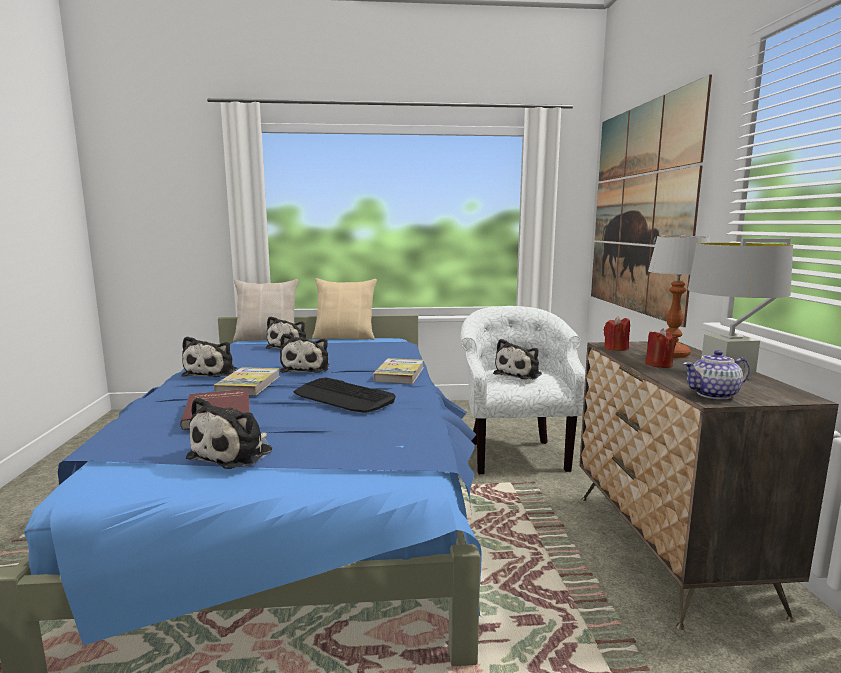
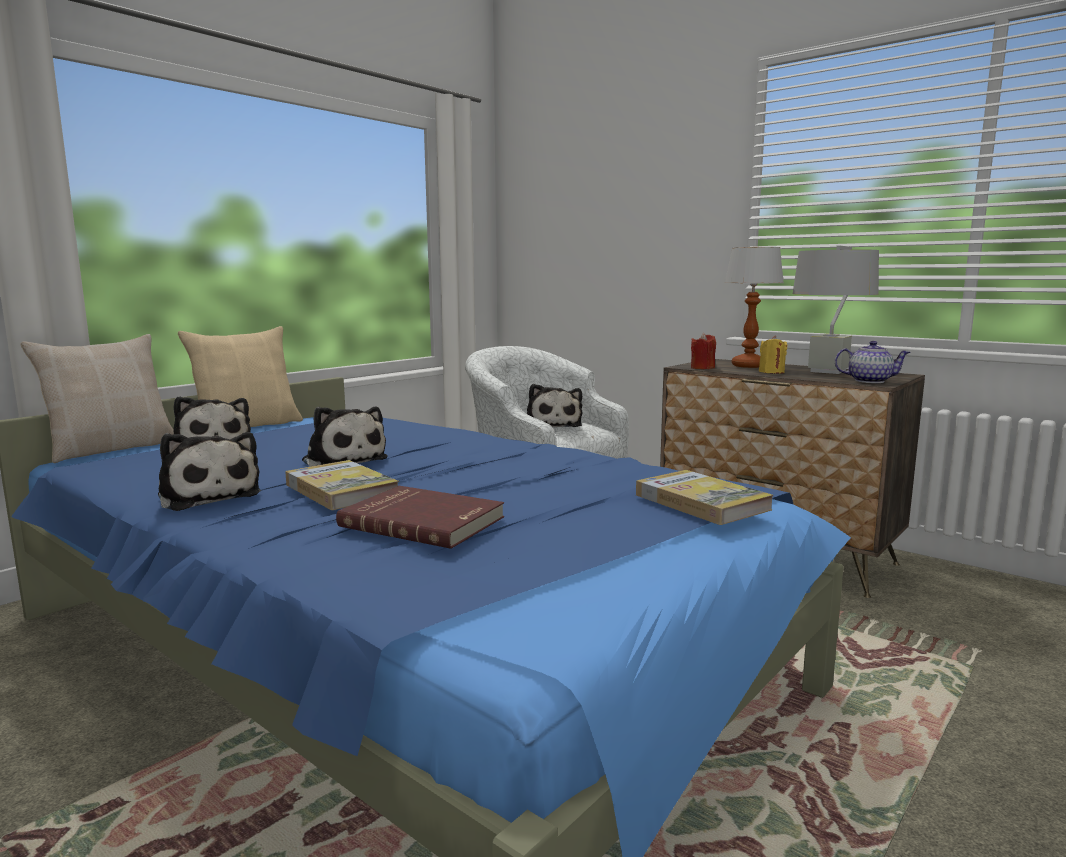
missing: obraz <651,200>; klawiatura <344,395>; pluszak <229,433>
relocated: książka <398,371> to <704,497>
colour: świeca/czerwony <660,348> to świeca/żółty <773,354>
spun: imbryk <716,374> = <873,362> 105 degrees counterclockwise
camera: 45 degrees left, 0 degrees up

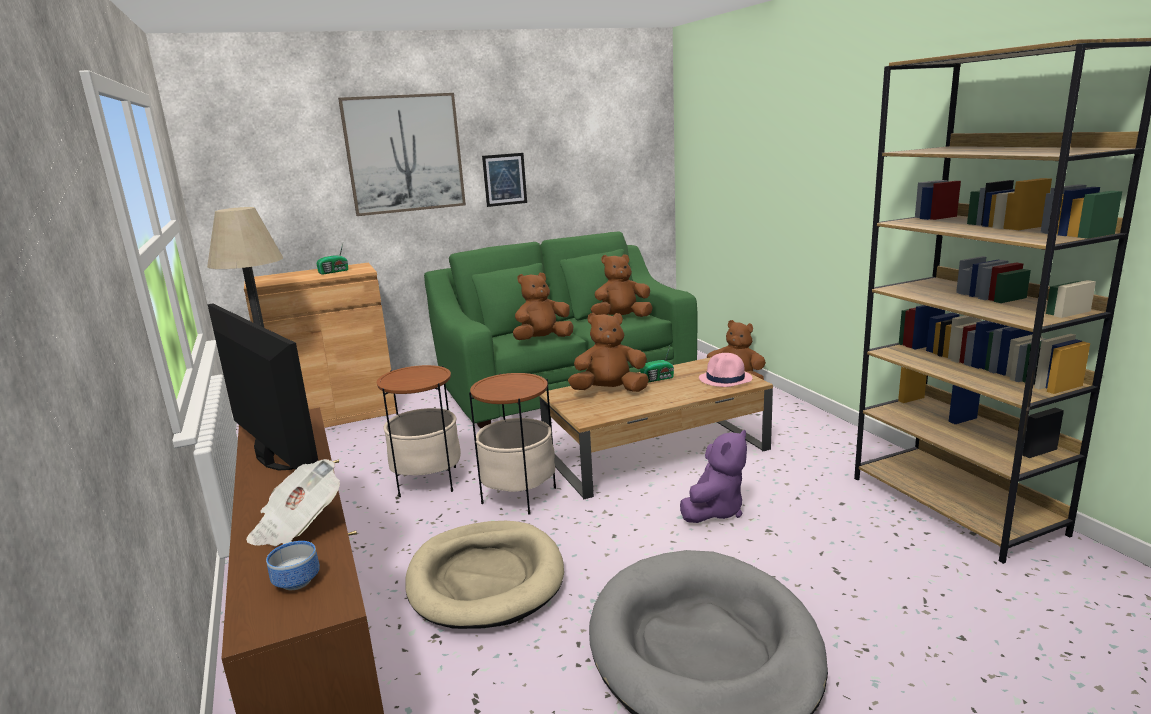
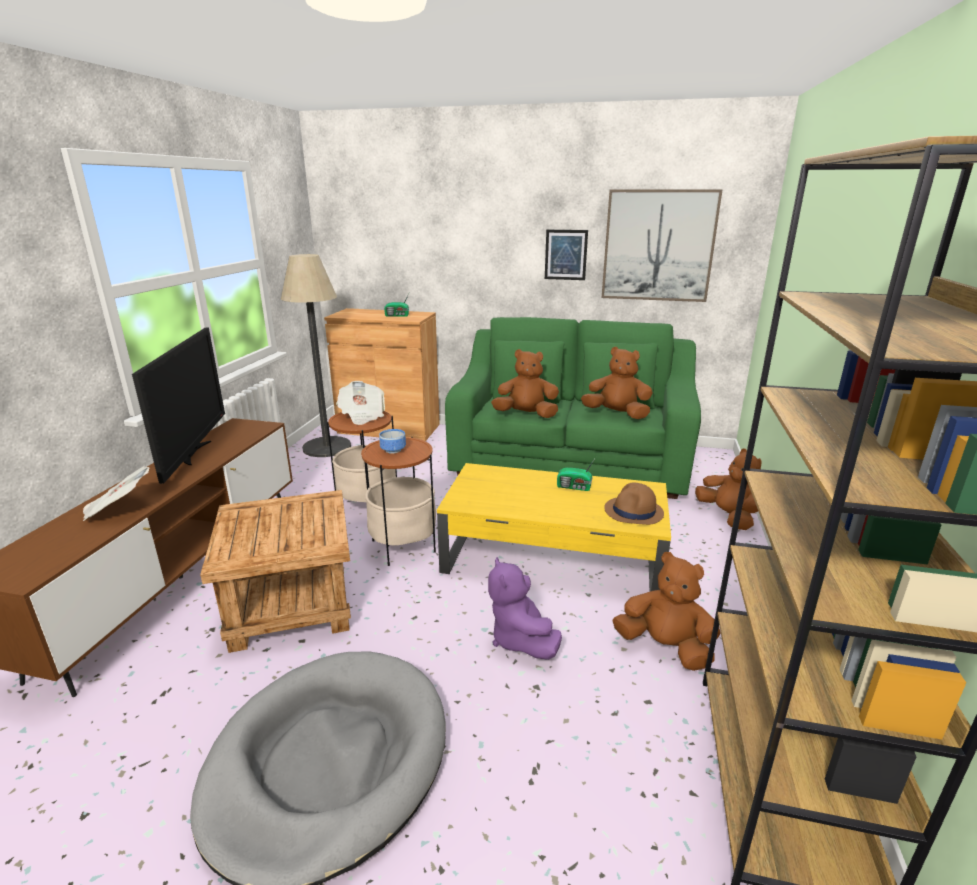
appeared: gazeta <360,403>
relocated: obraz <402,154> to <662,246>; pluszak/brązowy <608,352> to <666,611>; miska <293,565> to <392,441>
exchanged: legowisko/beżowy <484,575> to stolik/brązowy <275,571>
colour: kapelusz/różowy <725,370> to kapelusz/brązowy <634,504>; ława/brązowy <656,428> to ława/żółty <554,527>
spun: pluszak/fioletowy <713,476> = <525,608> 90 degrees clockwise
camera: 35 degrees right, 5 degrees up

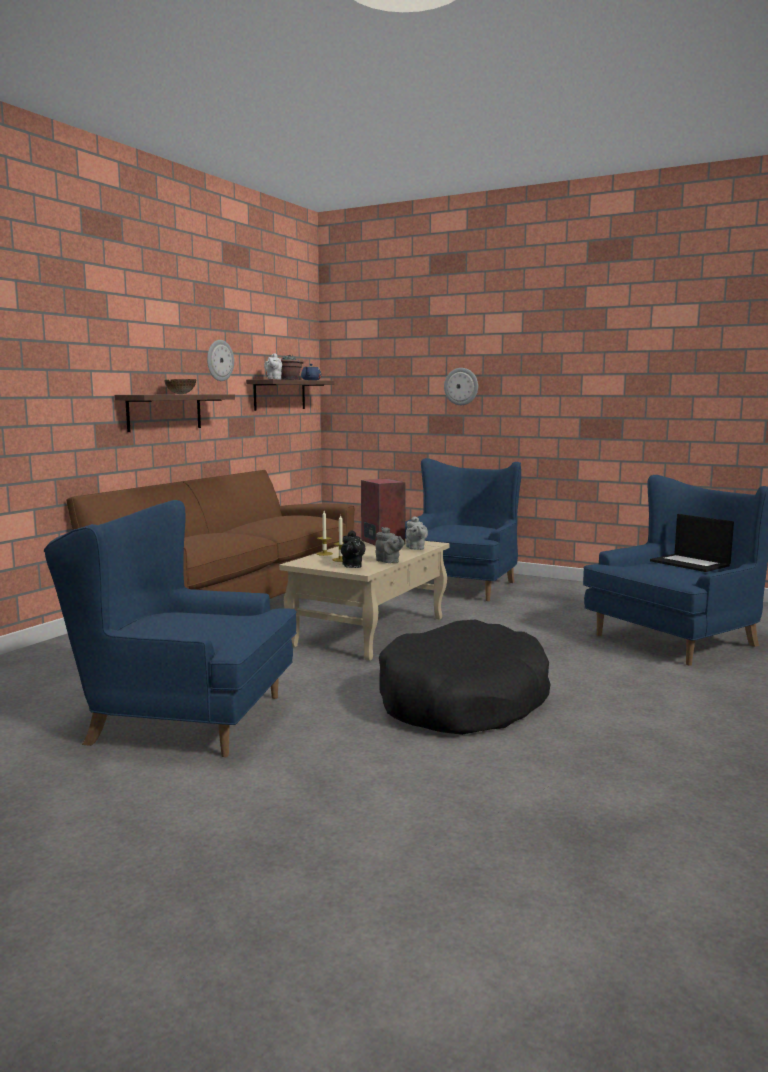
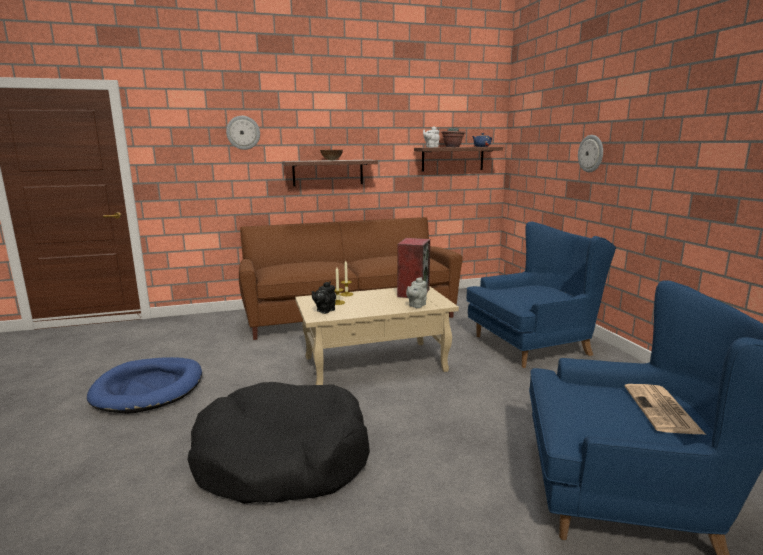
missing: imbryk/szary <390,545>
relocated: zegar ścienny <220,360> to <243,133>
exchanged: fotel/niebieski <170,628> to legowisko/niebieski <144,385>; laptop <692,543> to gazeta <665,409>
camera: 45 degrees right, 5 degrees up

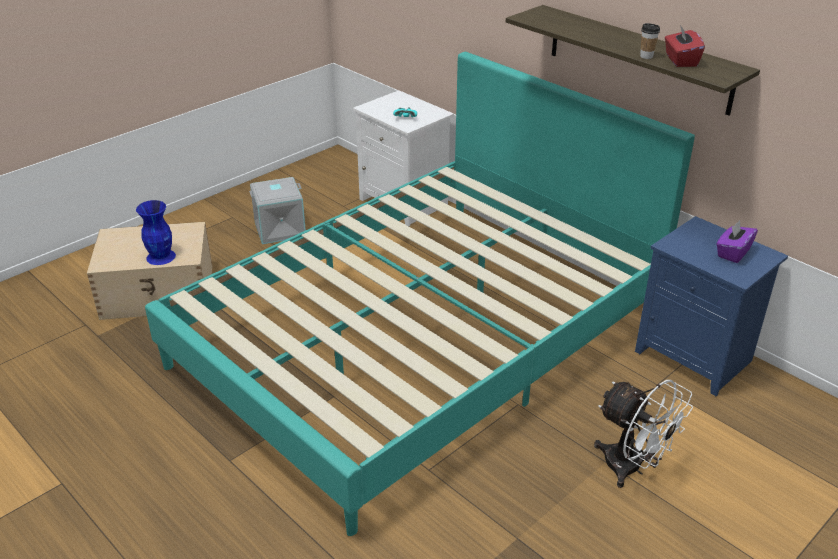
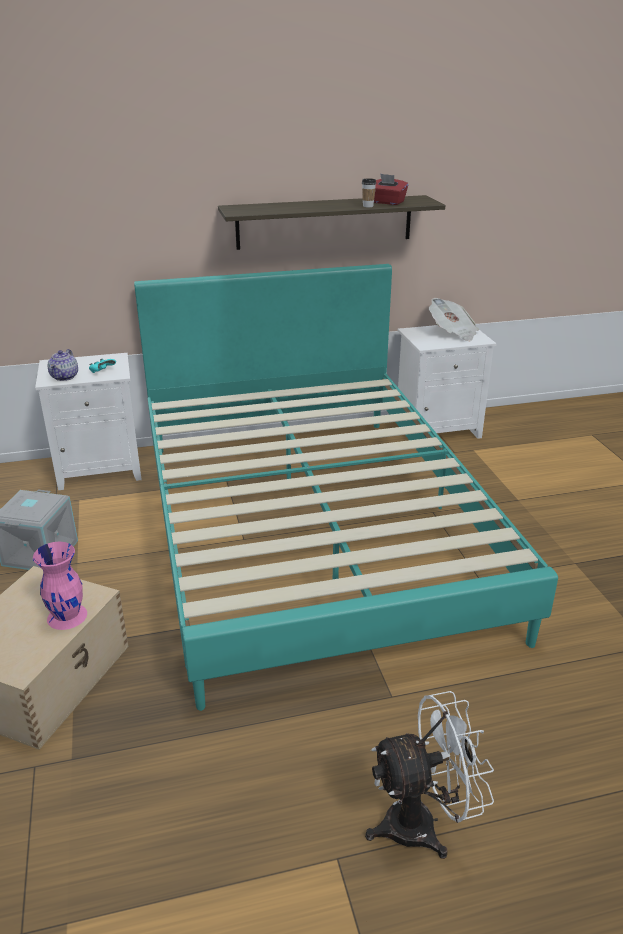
appeared: imbryk <63,365>
relocated: wentylator/biały <643,434> to <429,775>
exchanged: pudełko chusteczek/fioletowy <737,241> to gazeta <454,319>
colour: wazon/niebieski <156,232> to wazon/różowy <60,586>; szafka nocna/niebieski <711,306> to szafka nocna/biały <447,382>
camera: 60 degrees left, 5 degrees down

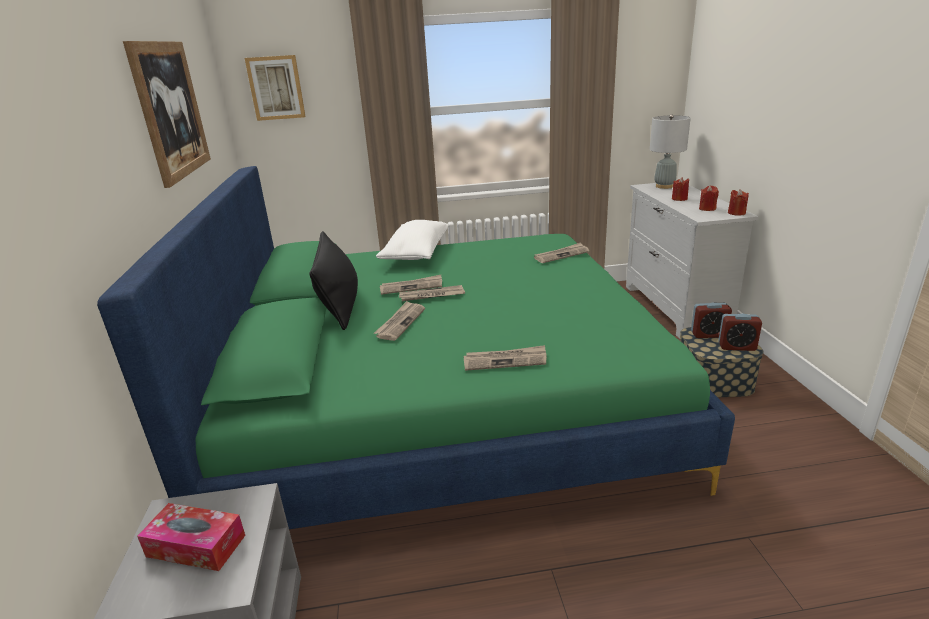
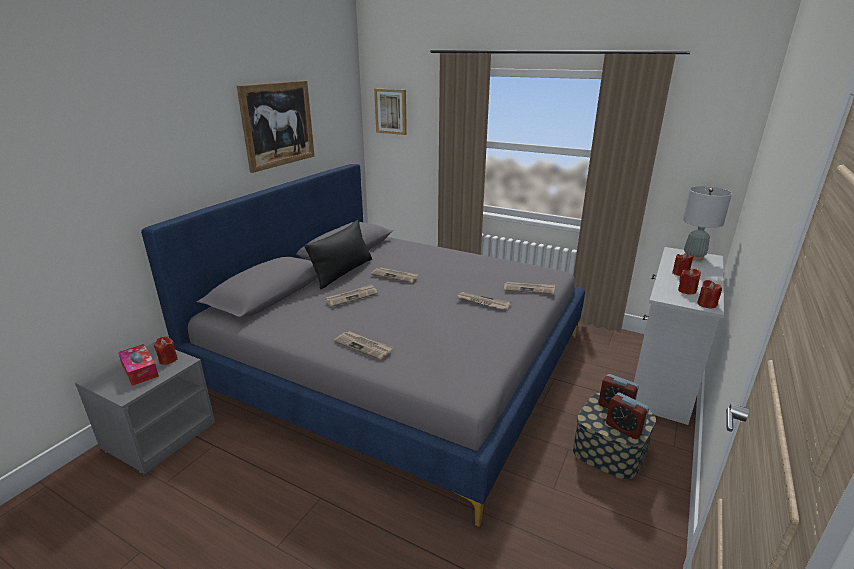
missing: poduszka/biały <412,240>
appeared: świeca/czerwony <166,350>
relocated: gazeta <432,293> to <484,301>
colour: łóżko/zielony <416,347> to łóżko/szary <363,345>
camera: 35 degrees right, 0 degrees up

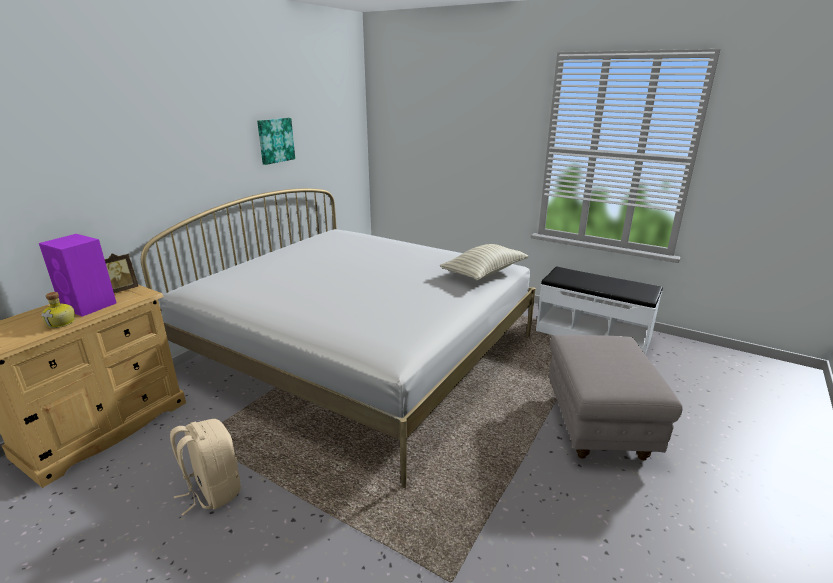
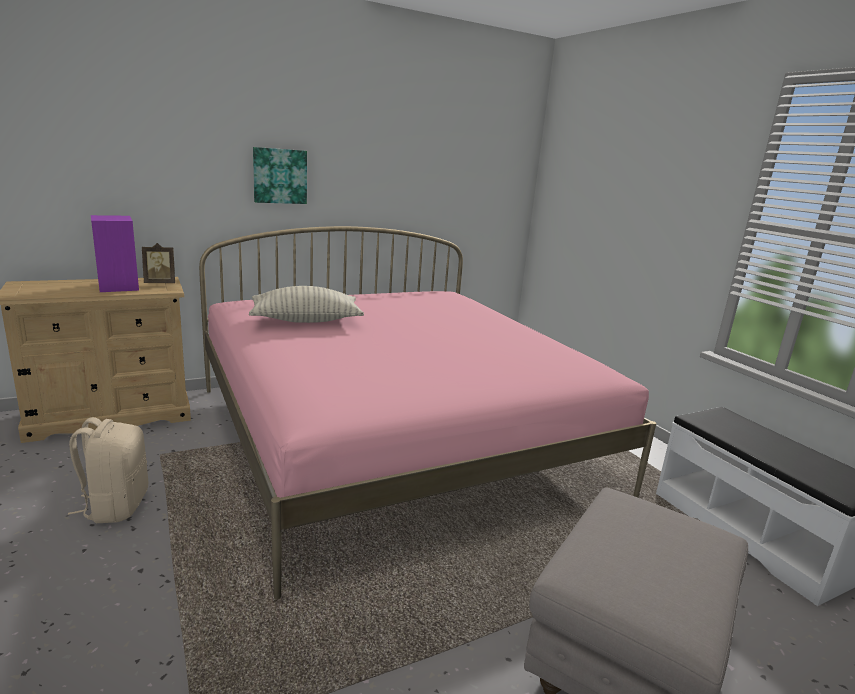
missing: butelka <58,310>
relocated: obraz <276,141> to <280,175>; poduszka <484,262> to <306,304>
colour: łóżko/biały <338,338> to łóżko/różowy <427,413>
camera: 30 degrees right, 5 degrees down

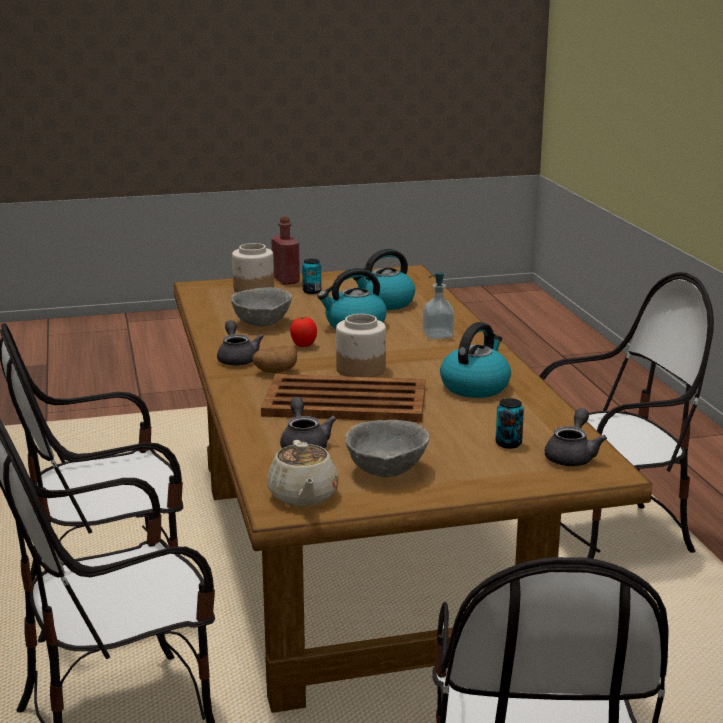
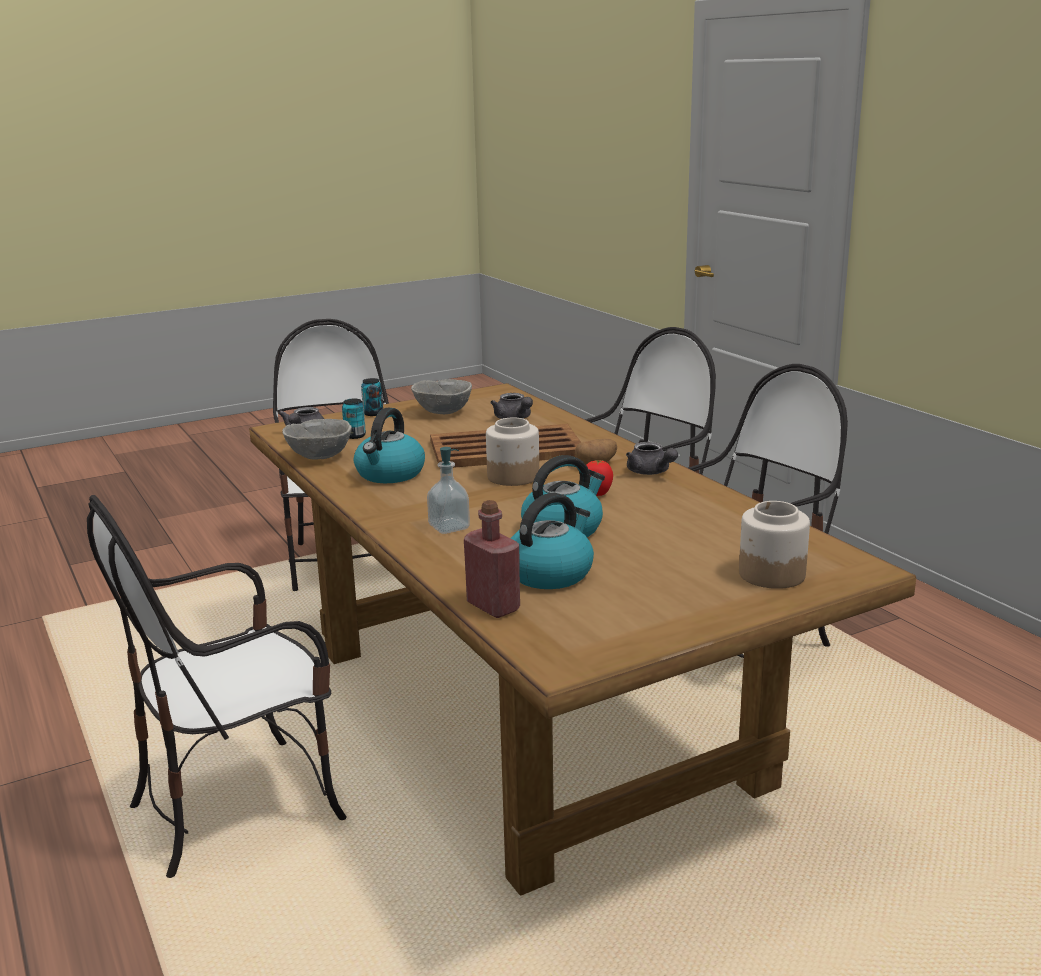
missing: imbryk/beżowy <303,473>
relocated: butelka/czerwony <285,250> to <492,559>; puszka <312,276> to <372,397>; miska/szary <261,307> to <317,439>
camera: 165 degrees right, 0 degrees up

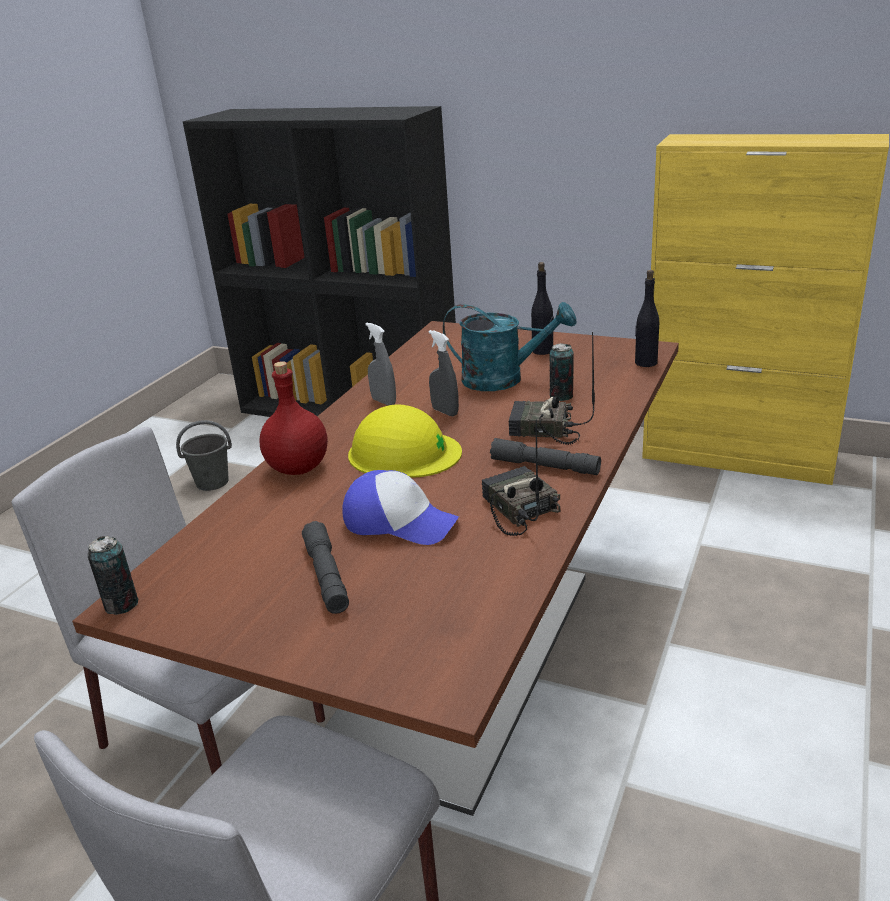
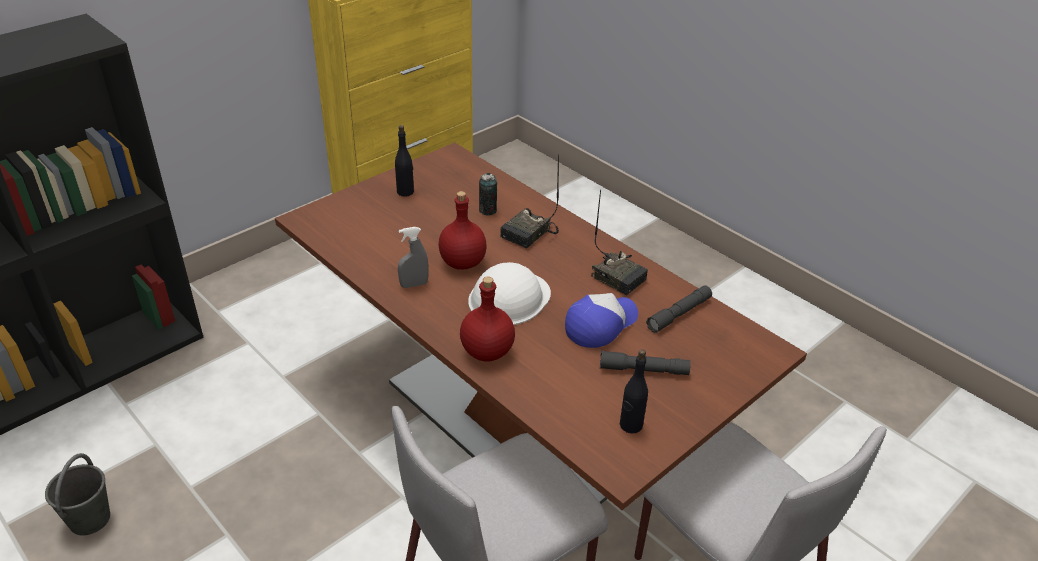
missing: konewka/turkusowy <509,346>; puszka <113,575>
relocated: butelka/czarny <647,318> to <634,391>; latarka/szary <545,456> to <679,309>
exchanged: spryskiwacz/szary <444,373> to butelka/czerwony <463,230>
colour: kask/żółty <405,441> to kask/biały <509,293>
spun: radio <521,477> = <619,242> 135 degrees counterclockwise
camera: 70 degrees left, 10 degrees up

